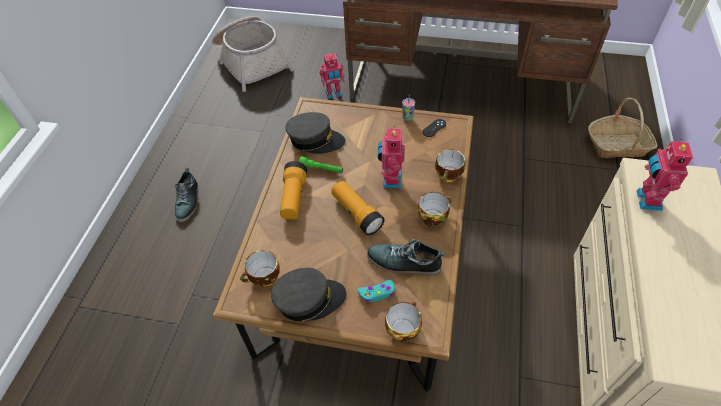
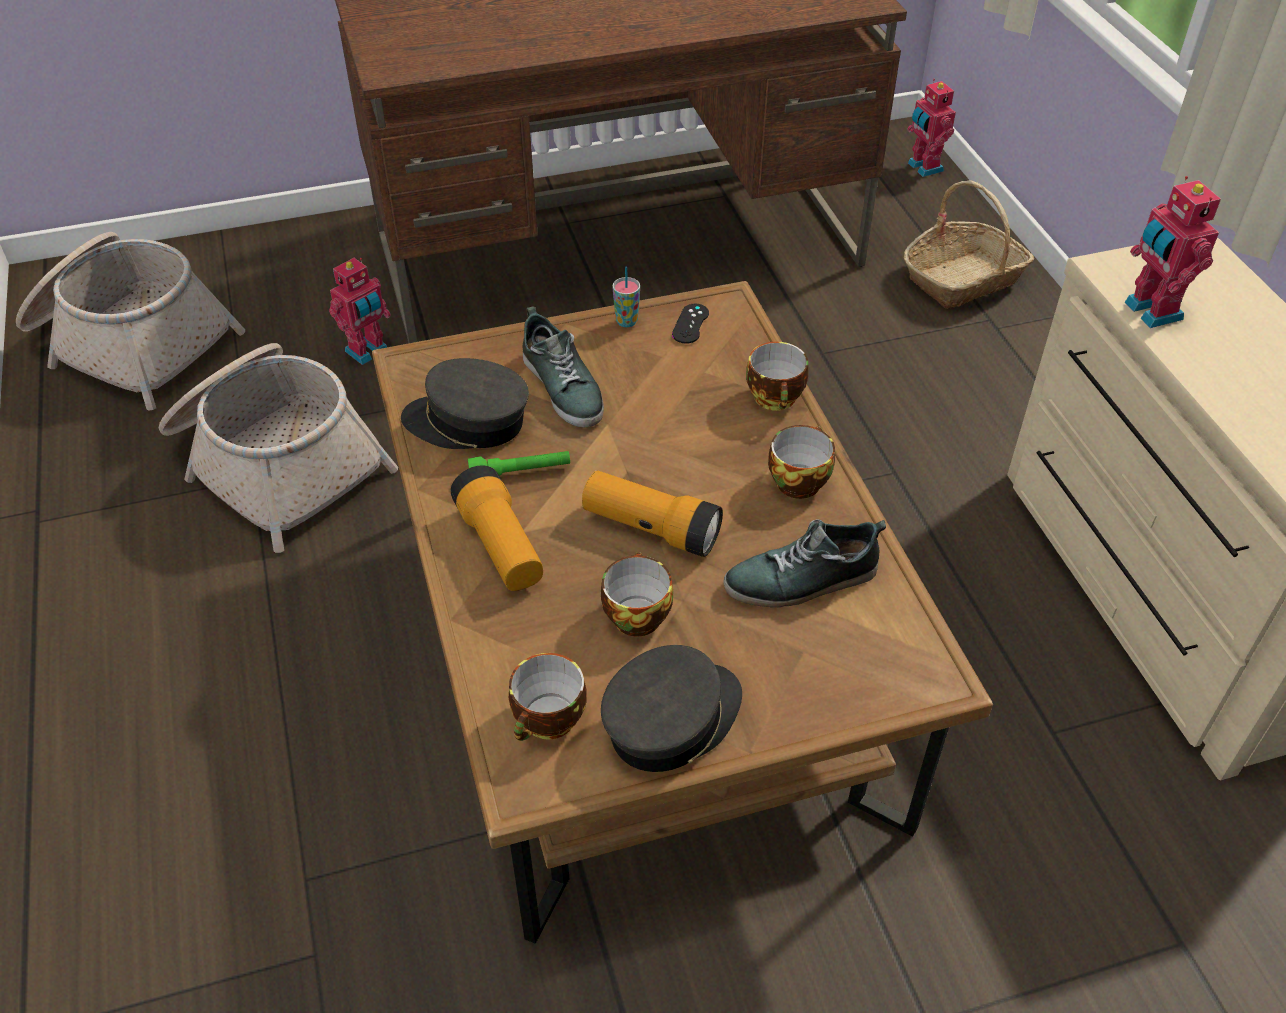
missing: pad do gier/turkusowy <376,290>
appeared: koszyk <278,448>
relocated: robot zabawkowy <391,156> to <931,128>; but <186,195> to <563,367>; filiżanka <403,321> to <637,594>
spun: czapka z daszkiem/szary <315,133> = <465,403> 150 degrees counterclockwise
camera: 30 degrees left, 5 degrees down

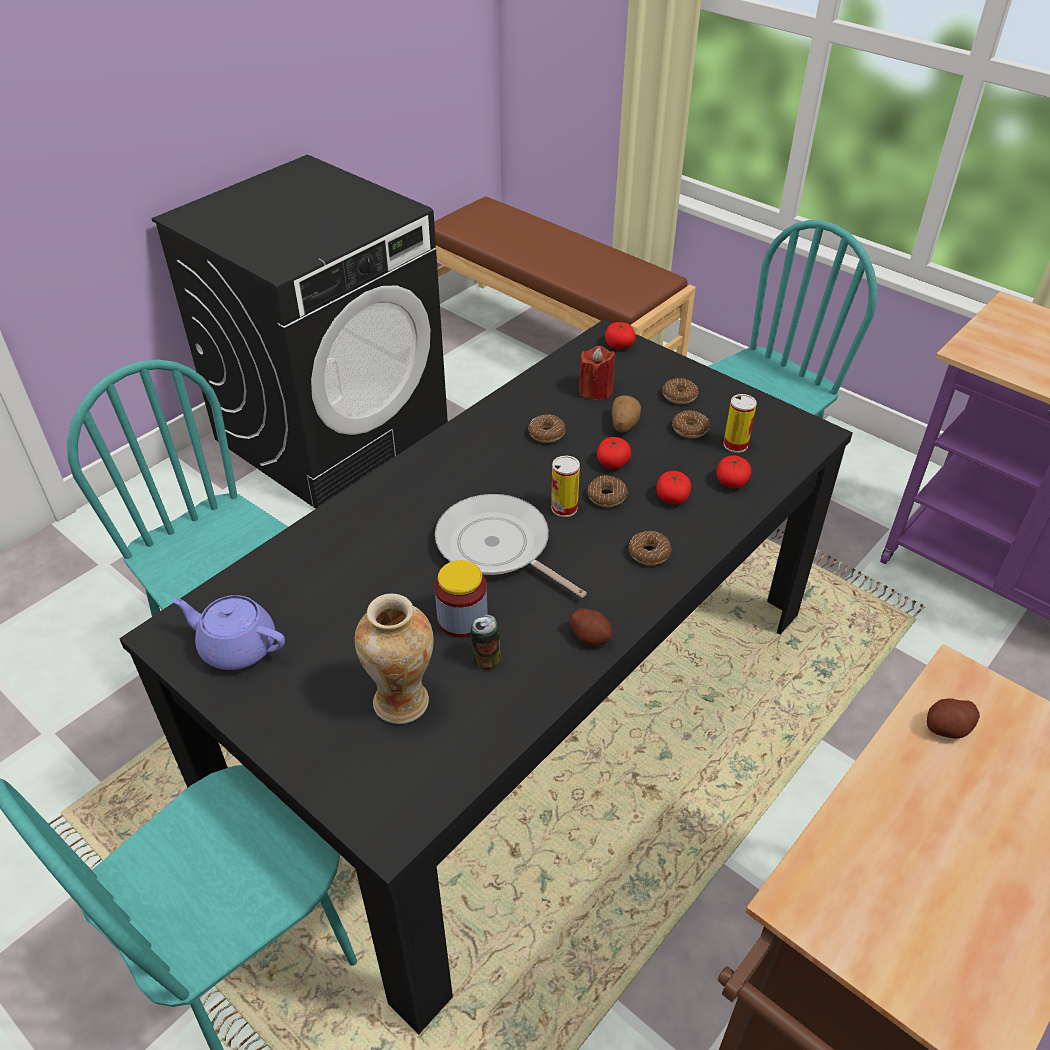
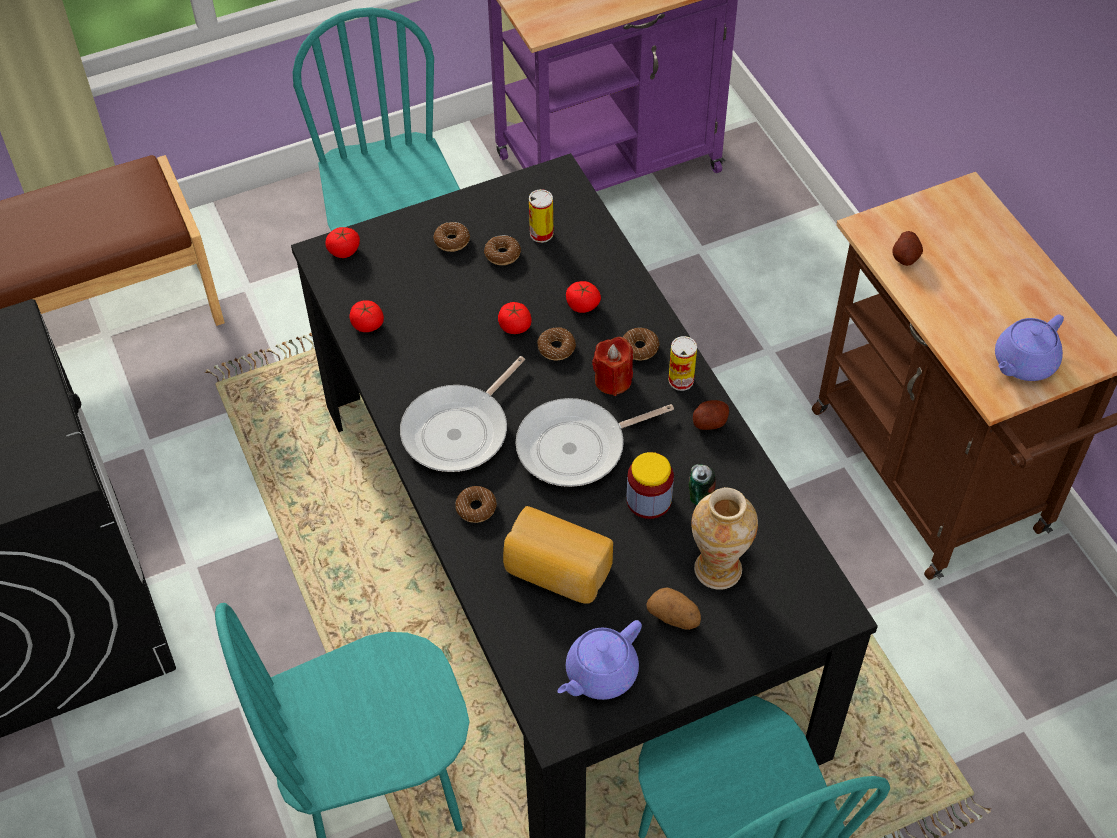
appeared: imbryk/fioletowy <1029,347>; patelnia <462,414>; chleb <558,555>
relocated: świeca/czerwony <597,373> to <612,366>; ziemniak <626,414> to <673,608>; donut <547,428> to <476,504>; puszka <565,486> to <682,363>; pomidor <734,471> to <366,316>
camera: 65 degrees left, 10 degrees up

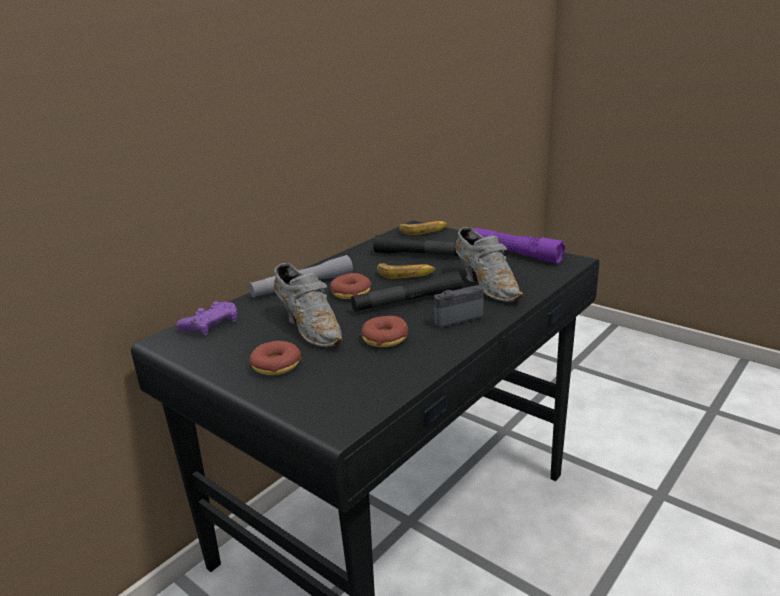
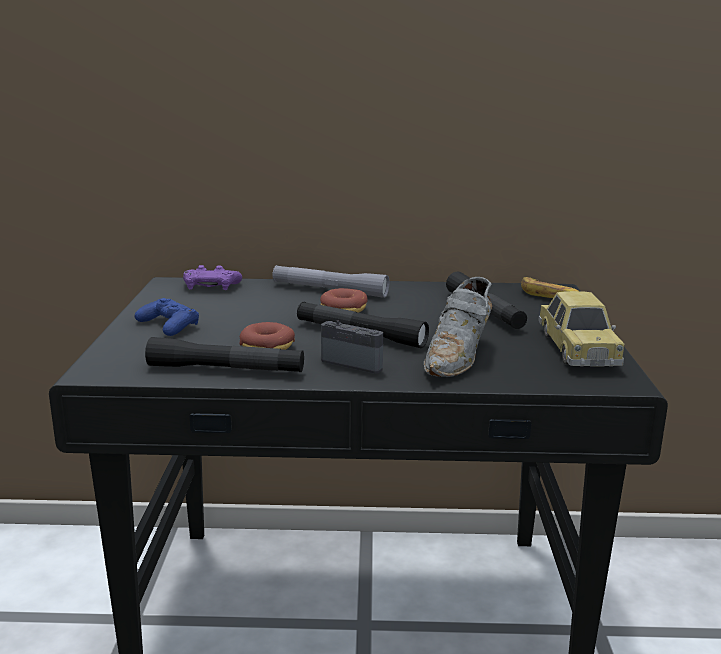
missing: but/szary <308,305>; banan <406,271>
appeared: latarka/czarny <224,354>
exchanged: latarka/fioletowy <519,245> to samochodzik <581,329>; donut <275,358> to pad do gier/niebieski <166,317>
camera: 50 degrees right, 5 degrees down

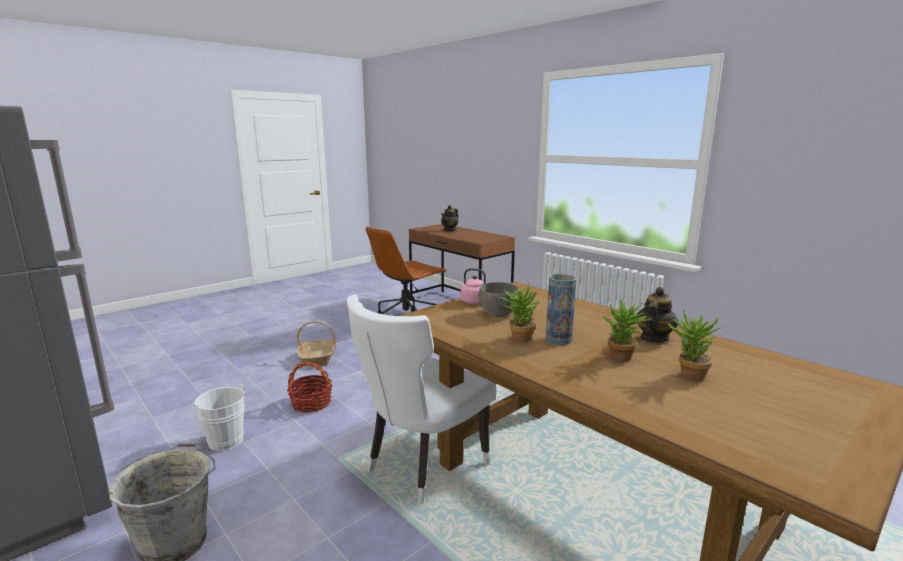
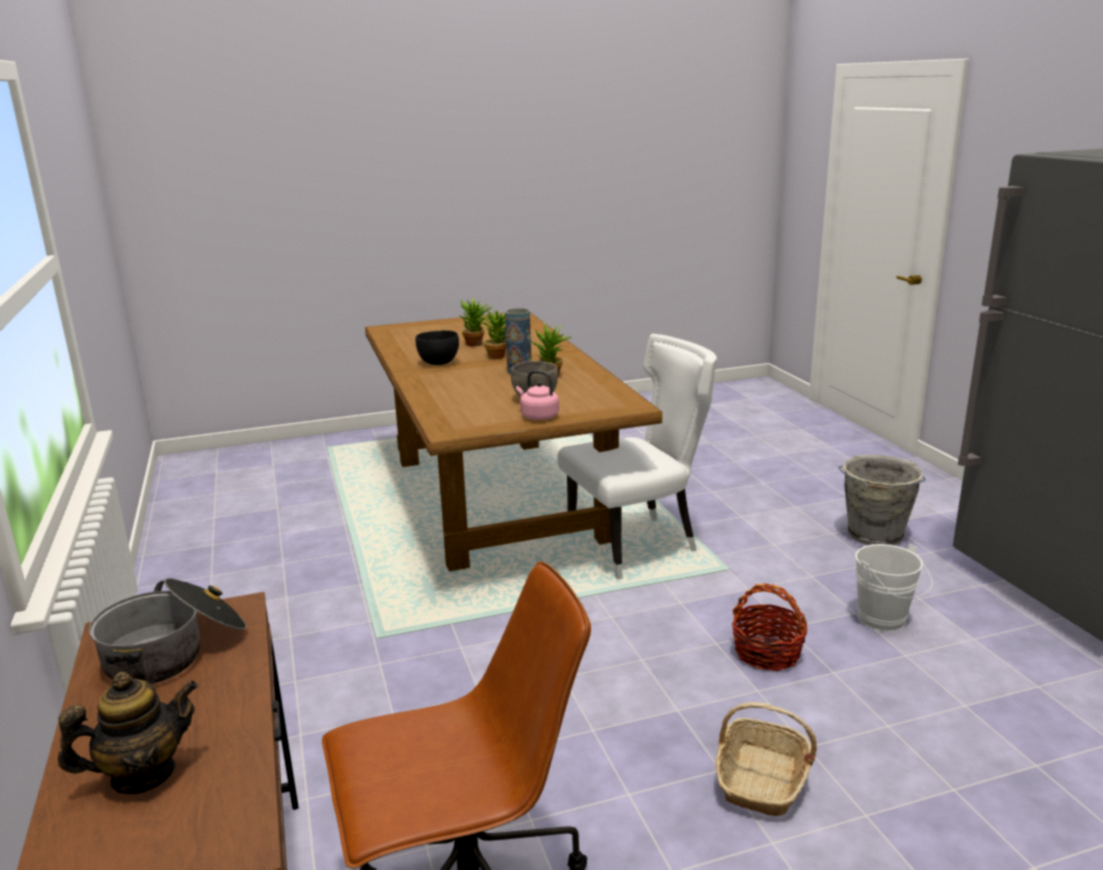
appeared: garnek <168,631>
exchanged: imbryk <657,315> to miska/czarny <437,347>
camera: 155 degrees left, 5 degrees up

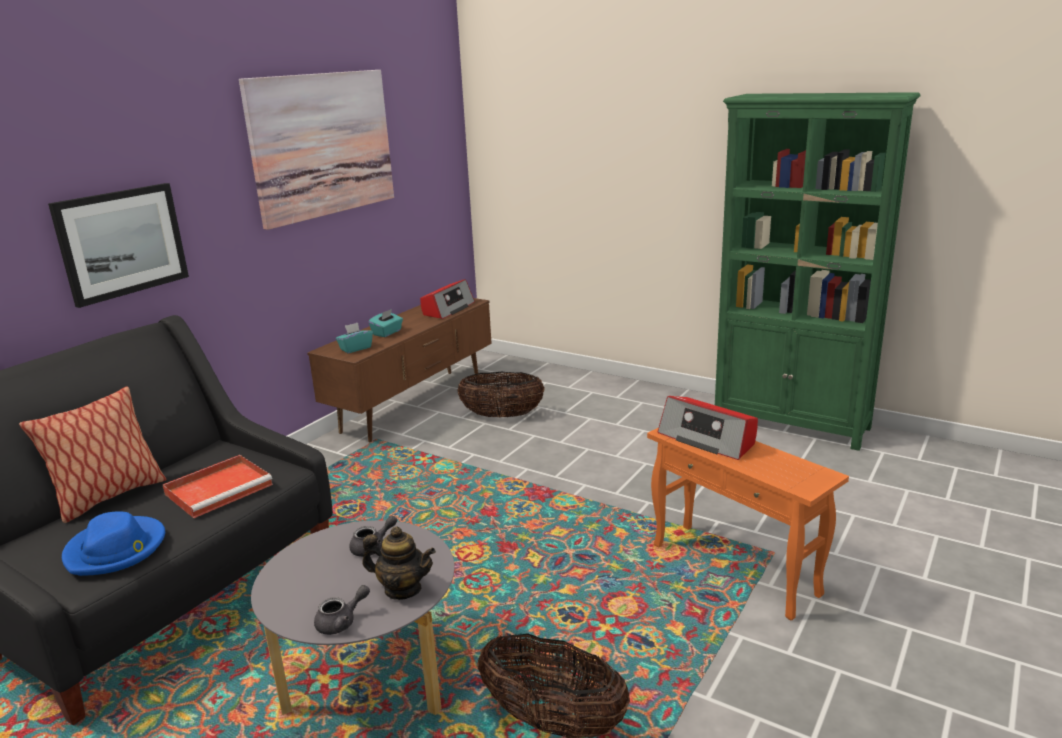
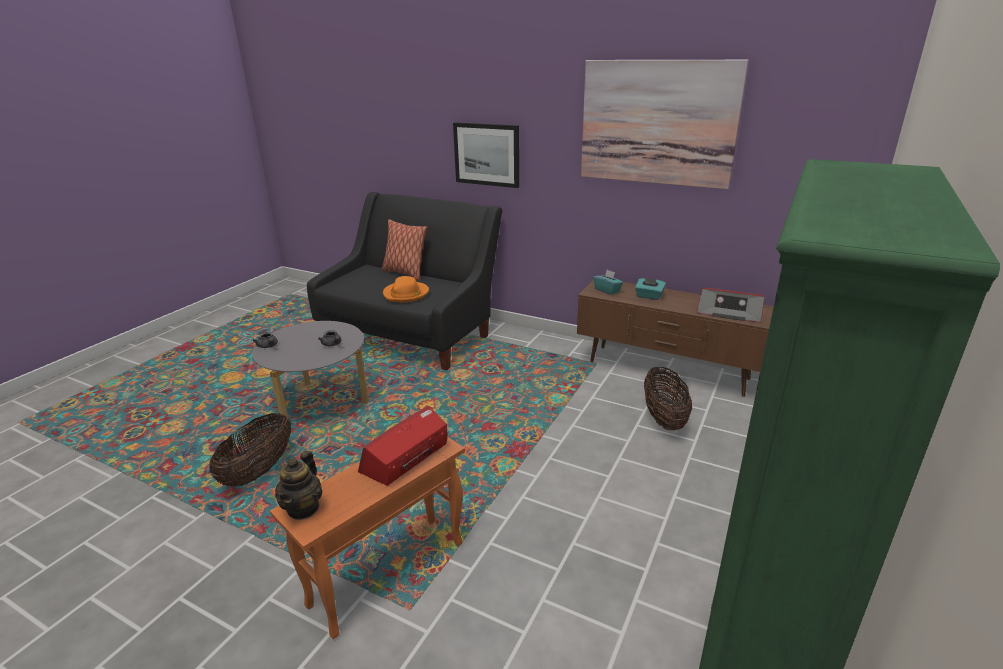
missing: kapelusz/niebieski <113,543>
relocated: imbryk <399,563> to <299,485>
exchanged: taca/czerwony <218,486> to kapelusz/pomarańczowy <406,289>
camera: 85 degrees right, 5 degrees up

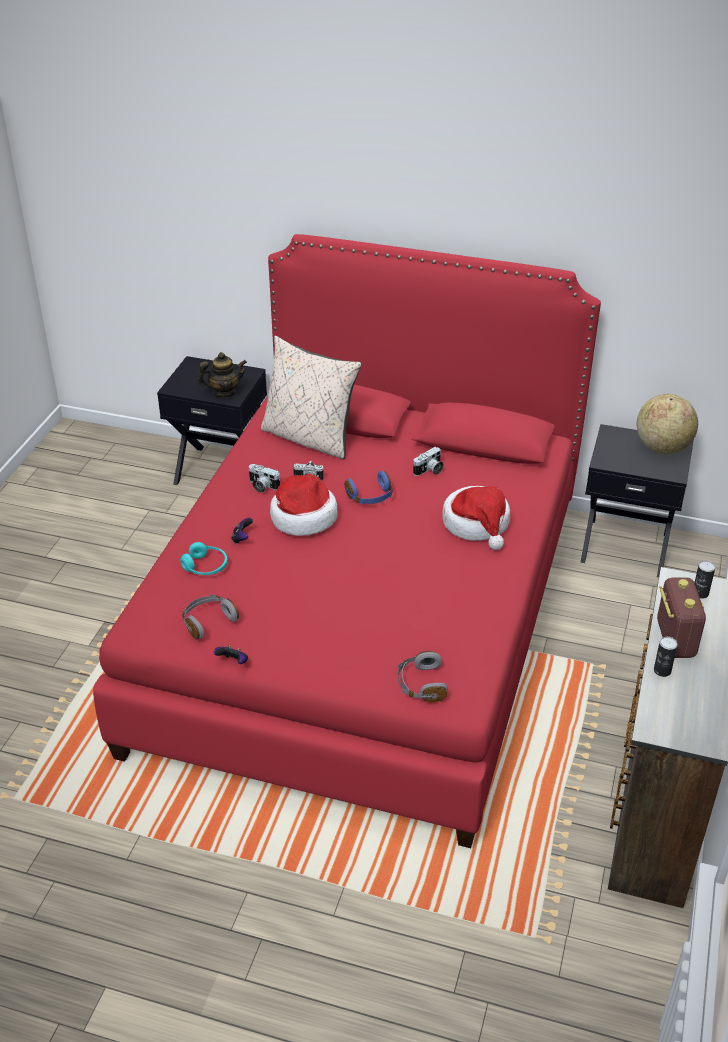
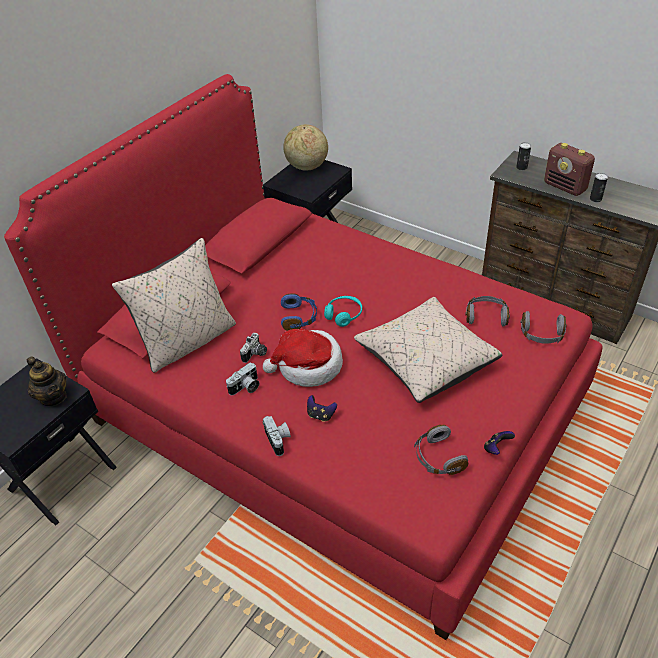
missing: kapelusz <476,518>
appeared: słuchawki/szary <487,311>; poduszka/beżowy <428,350>
relocated: aparat fotograficzny <428,461> to <277,436>; słuchawki/turkusowy <204,558> to <343,311>
spun: imbryk <222,375> = <47,381> 135 degrees clockwise; radio <681,617> = <569,169> 150 degrees counterclockwise
camera: 70 degrees left, 5 degrees up

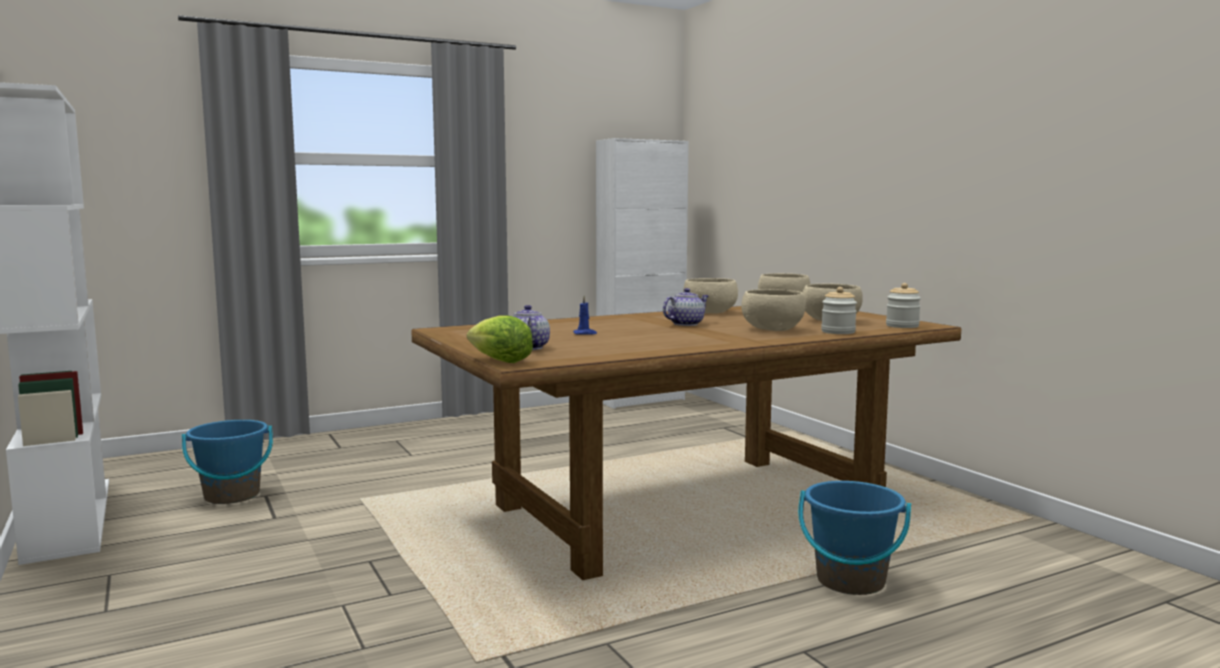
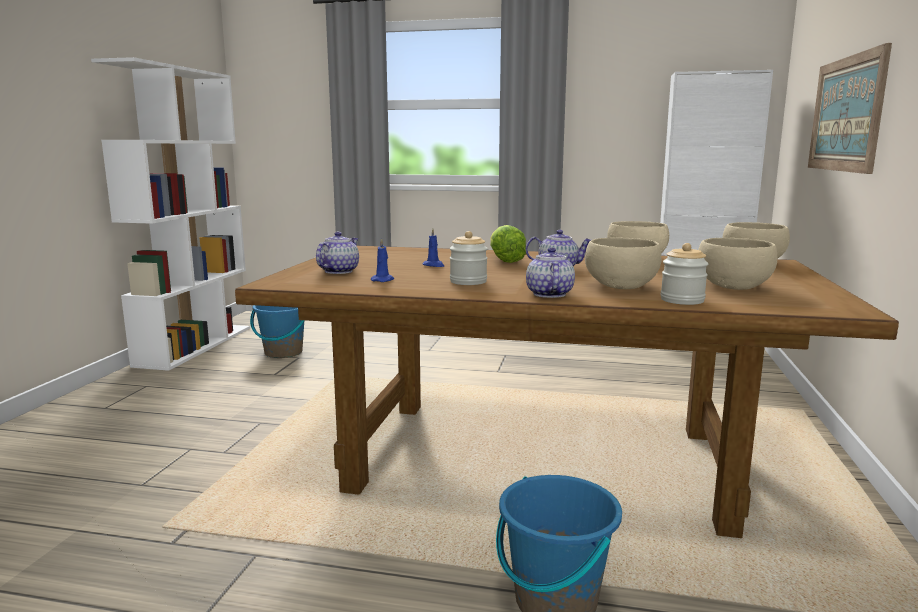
appeared: obraz <850,108>; świeca/niebieski <382,260>; imbryk <550,272>
relocated: słoik <903,305> to <469,258>; sałata <500,339> to <508,244>
camera: 40 degrees right, 5 degrees up

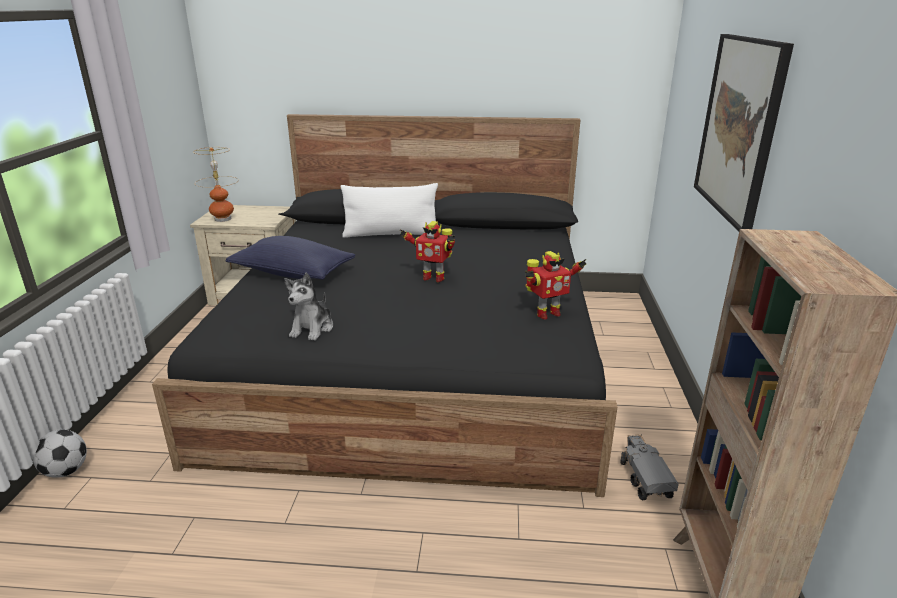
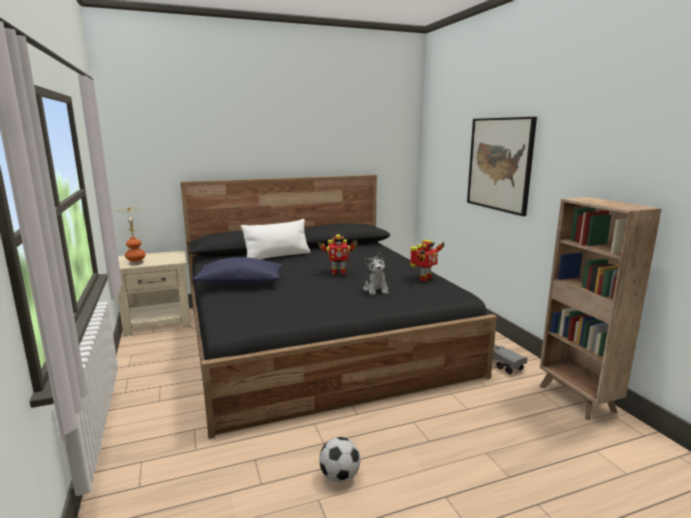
relocated: pluszak <308,307> to <375,273>; piłka futbolowa <59,453> to <339,460>
camera: 25 degrees left, 10 degrees down

